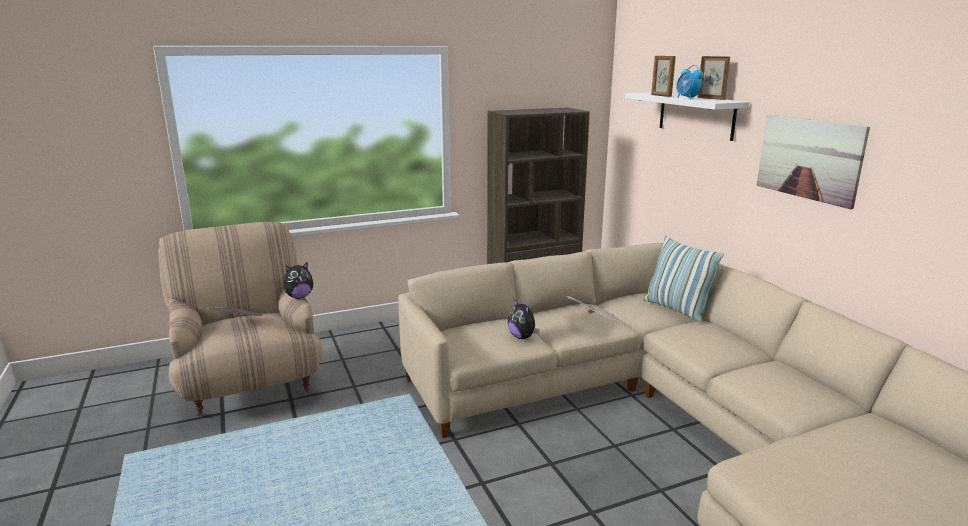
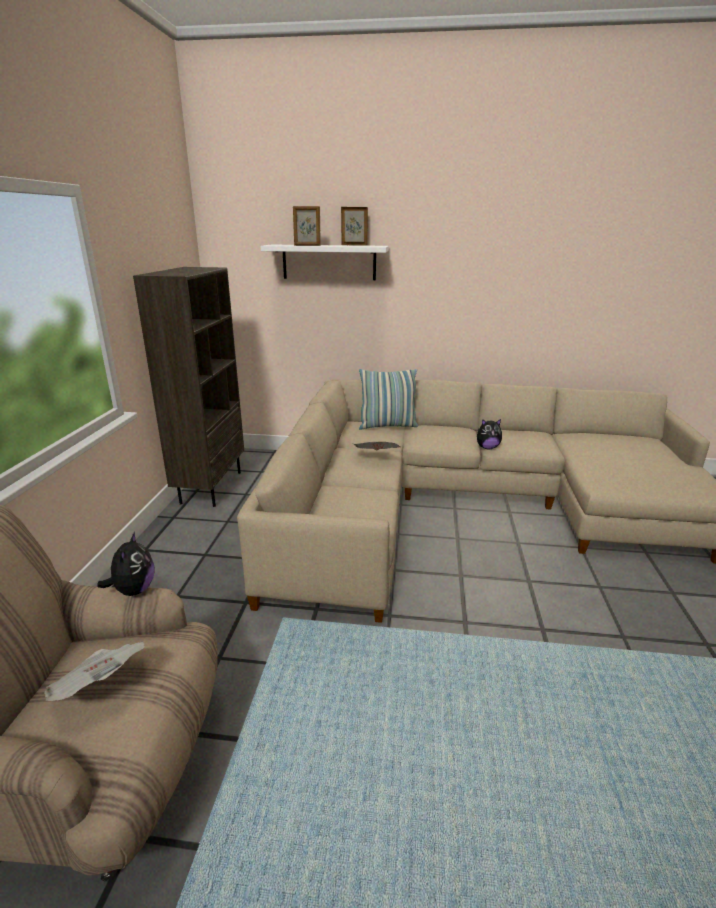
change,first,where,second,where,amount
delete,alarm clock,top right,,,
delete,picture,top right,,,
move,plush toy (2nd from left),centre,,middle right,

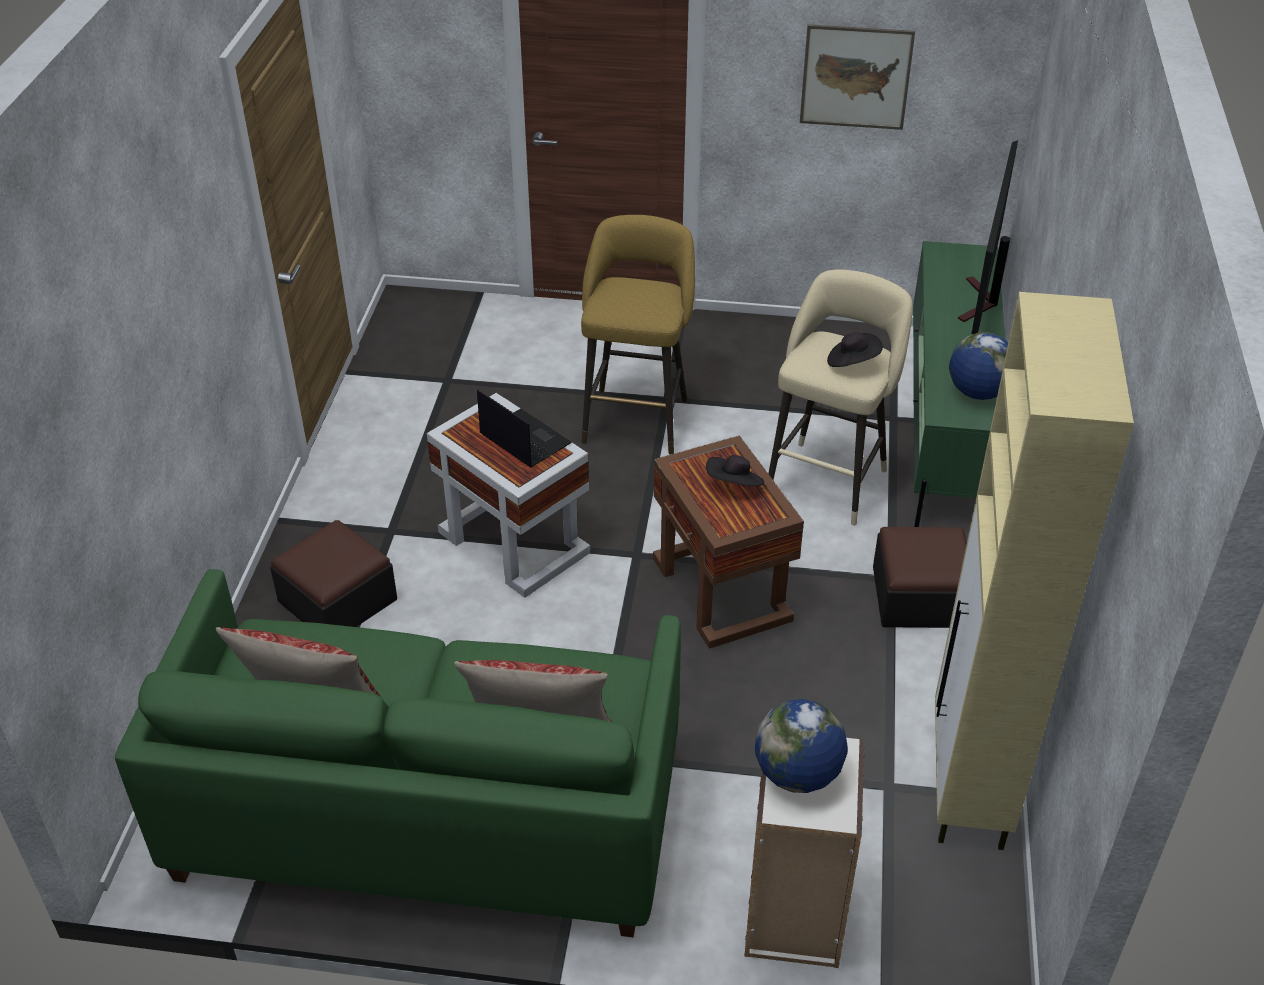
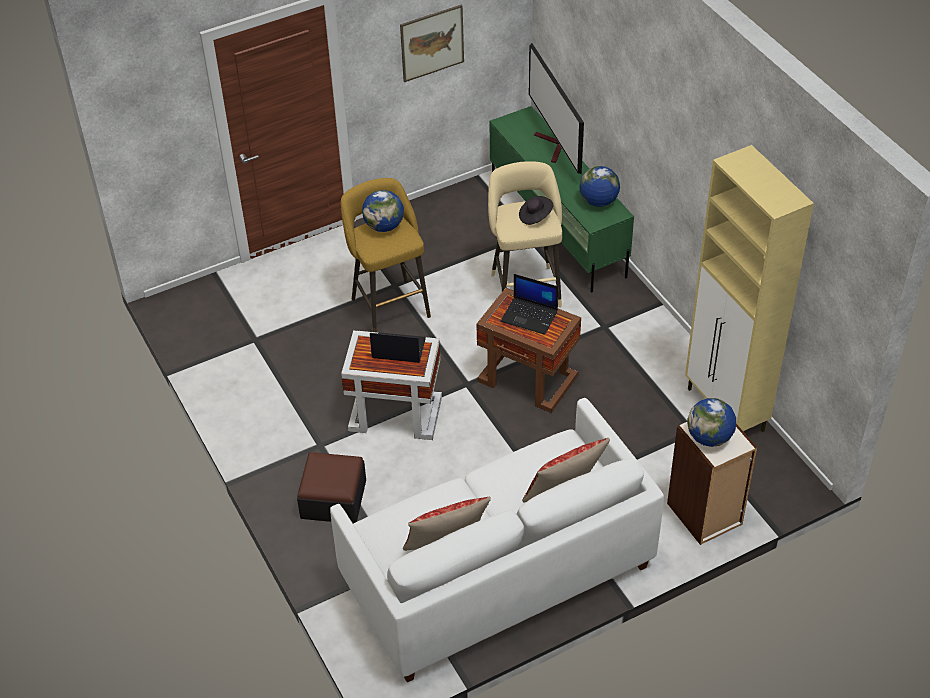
change,first,where,second,where,amount
replace,black hat (1st from left),centre,laptop (2nd from left),centre,
delete,ottoman (2nd from left),middle right,,,
recolor,green sofa,bottom left,white sofa,bottom centre,
insert,,,globe (1st from left),top centre,

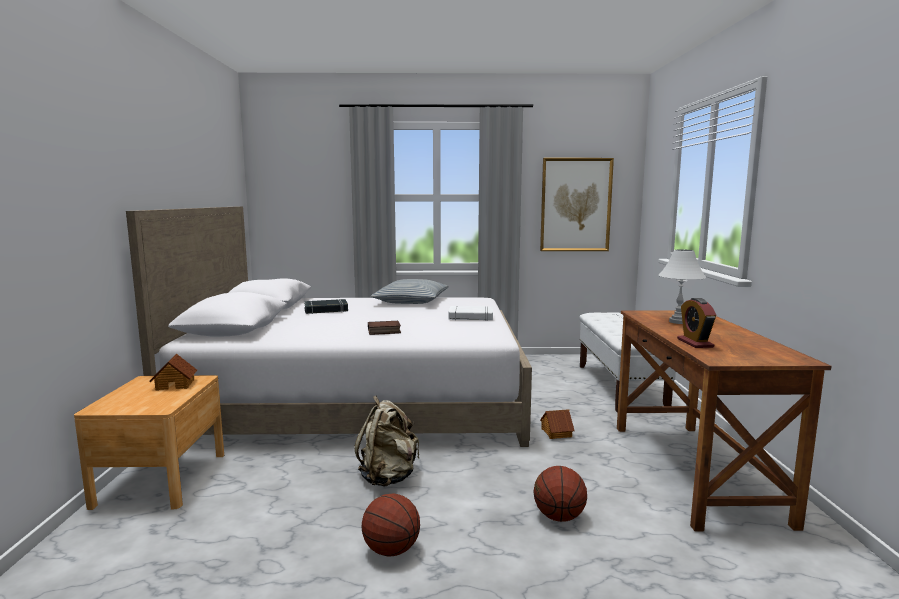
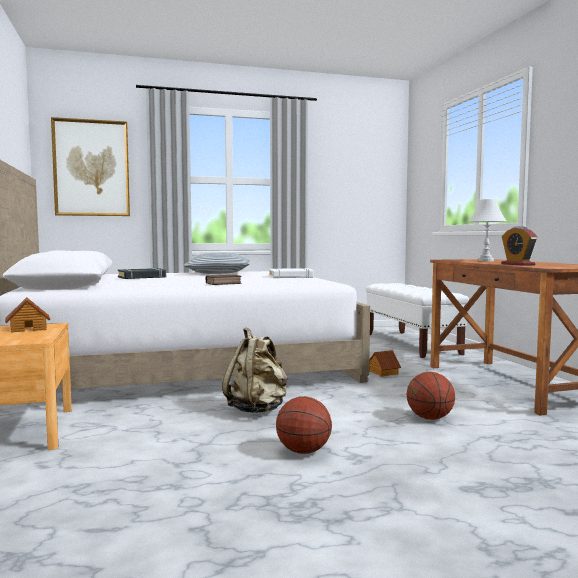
change,first,where,second,where,amount
move,picture,centre,,top left,

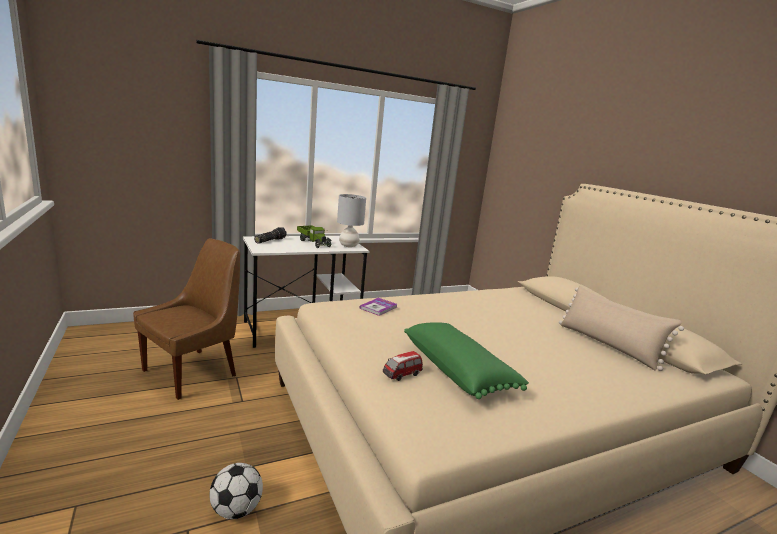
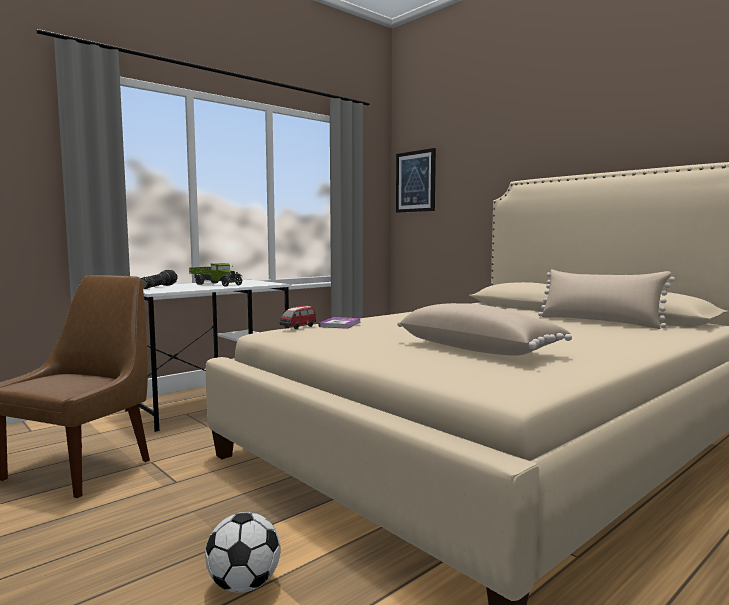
change,first,where,second,where,amount
delete,grey table lamp,centre,,,
recolor,green pillow,bottom centre,beige pillow (1st from left),centre,
move,toy car,bottom centre,,centre,
insert,,,picture,top centre,

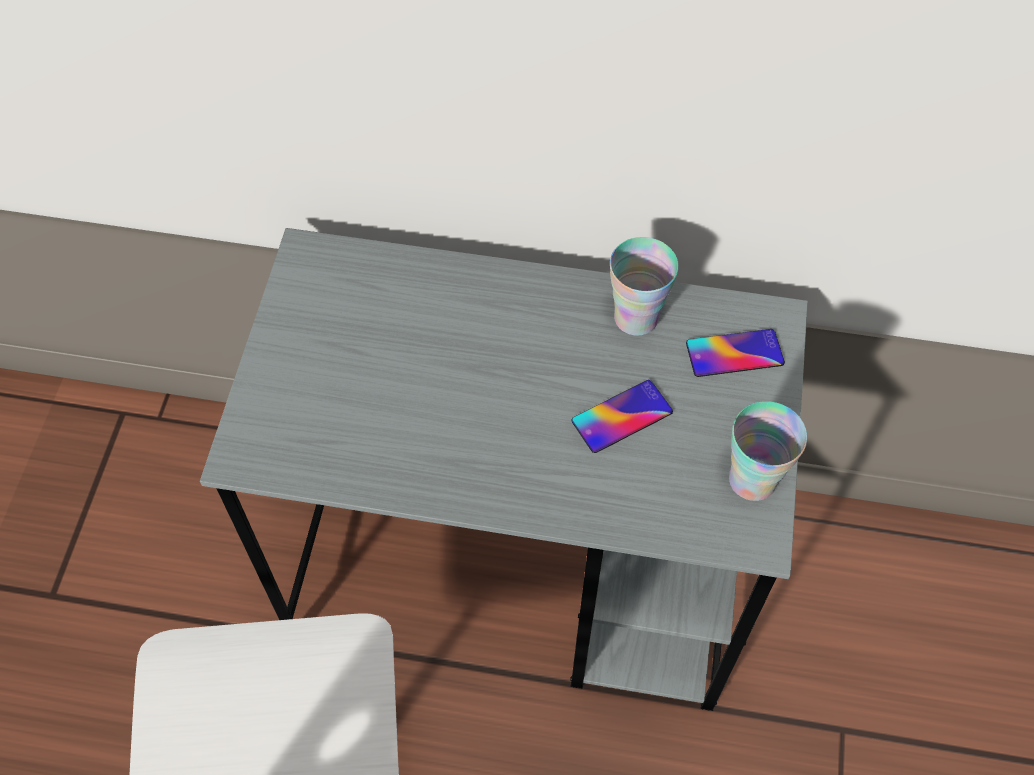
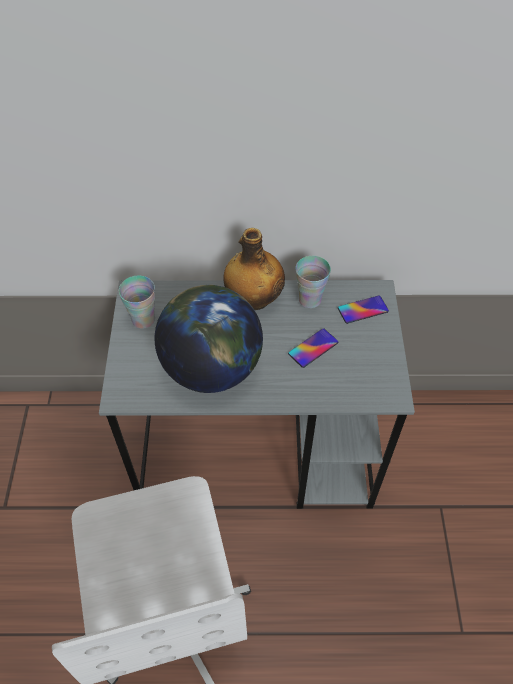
change,first,where,second,where,amount
move,cup (2nd from left in the first image),middle right,cup (1st from left),middle left,
insert,,,bottle,centre,
insert,,,globe,centre,

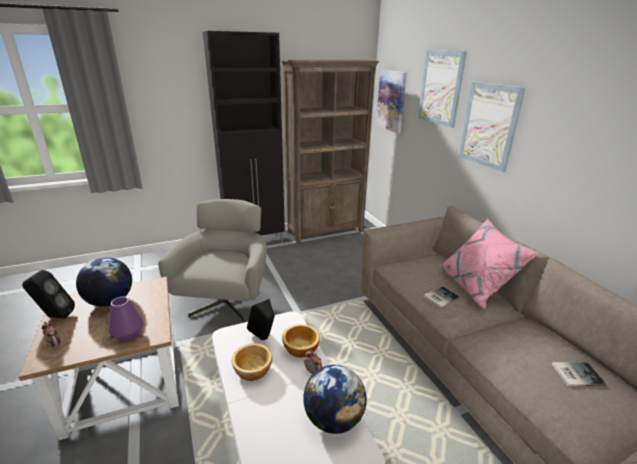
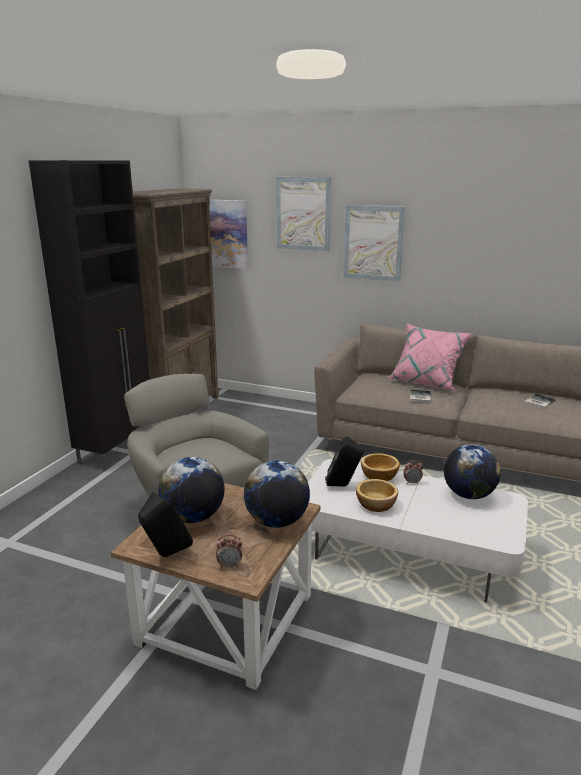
change,first,where,second,where,amount
replace,purple vase,bottom left,globe (2nd from left),centre,

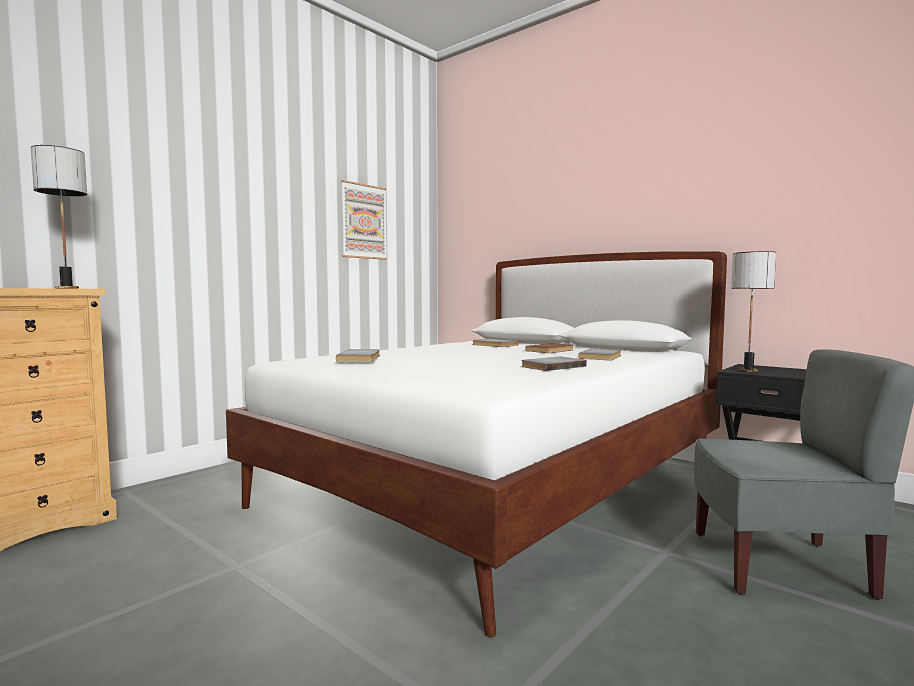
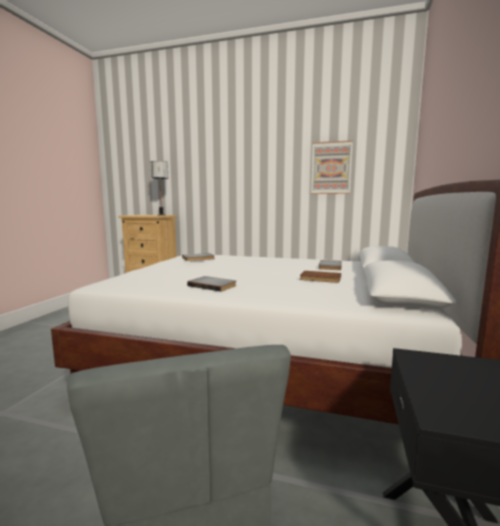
change,first,where,second,where,amount
delete,table lamp (2nd from left),middle right,,,
delete,grey book (4th from left),centre,,,

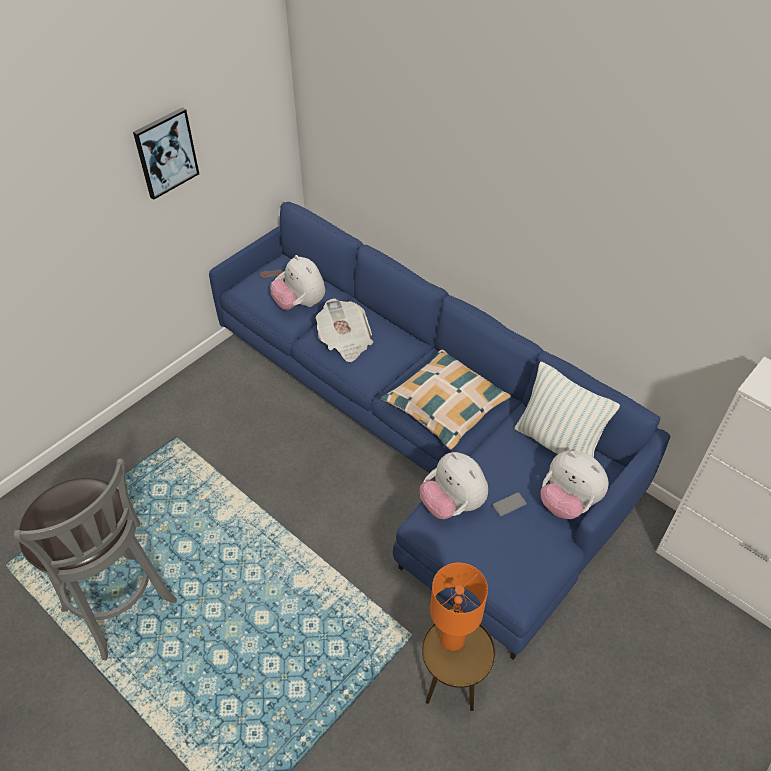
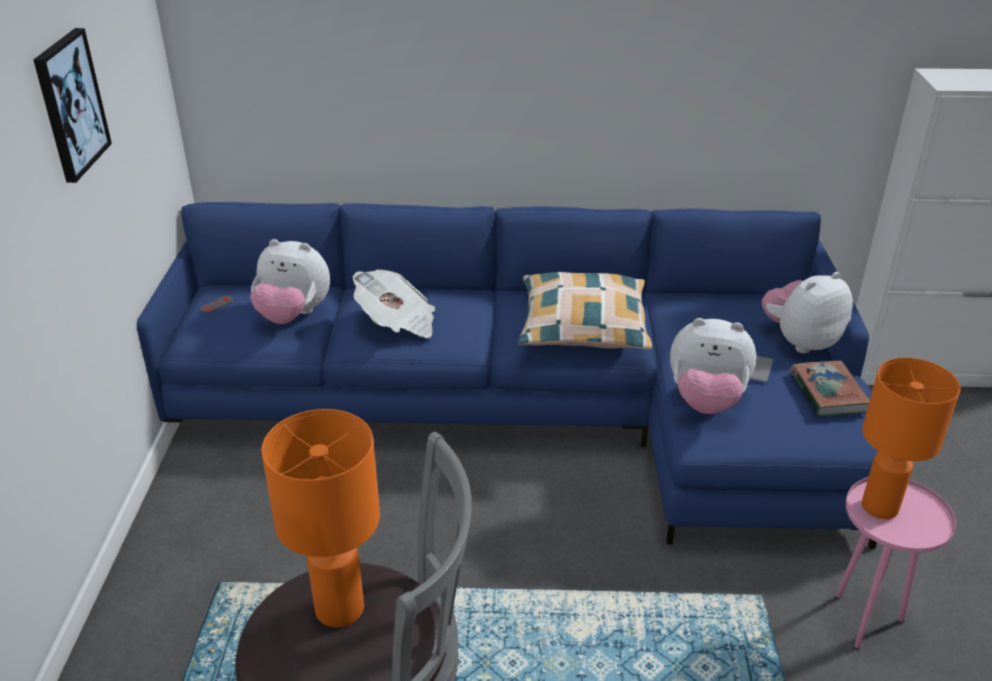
change,first,where,second,where,amount
delete,pillow (2nd from left),middle right,,,
rotate,plush toy (3rd from left),middle right,,middle right,150 degrees clockwise
recolor,brown side table,bottom centre,pink side table,bottom right,
insert,,,book,middle right,
insert,,,orange table lamp (1st from left),bottom left,

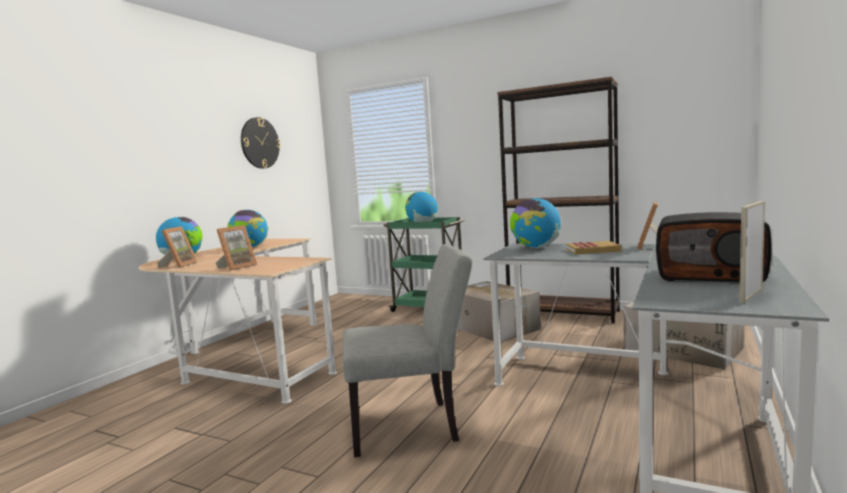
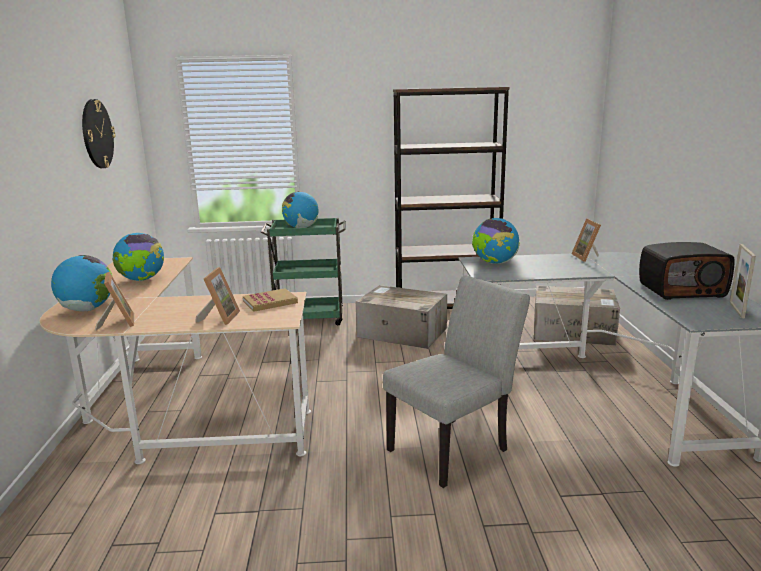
change,first,where,second,where,amount
move,book,middle right,,centre,

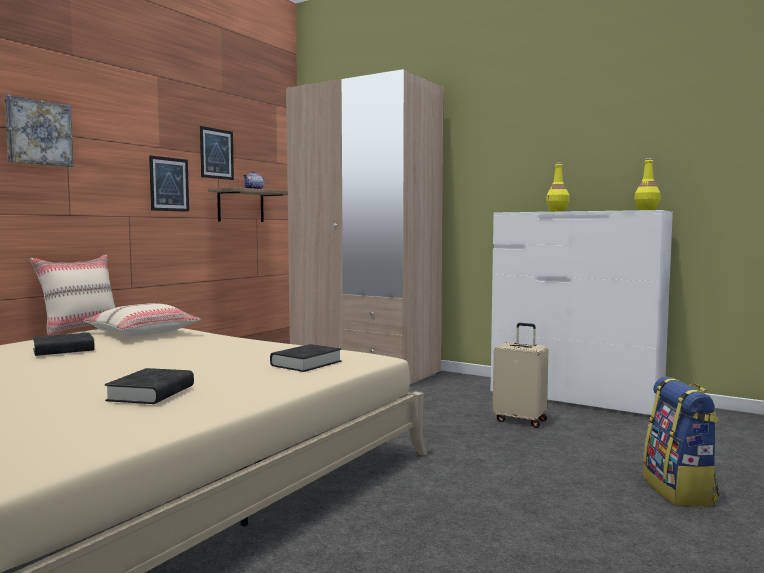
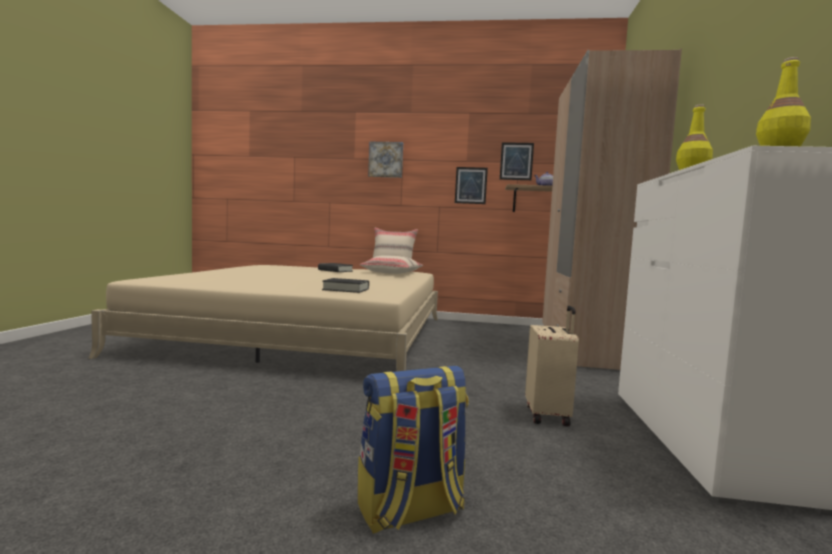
change,first,where,second,where,amount
delete,black book (2nd from left),bottom left,,,

